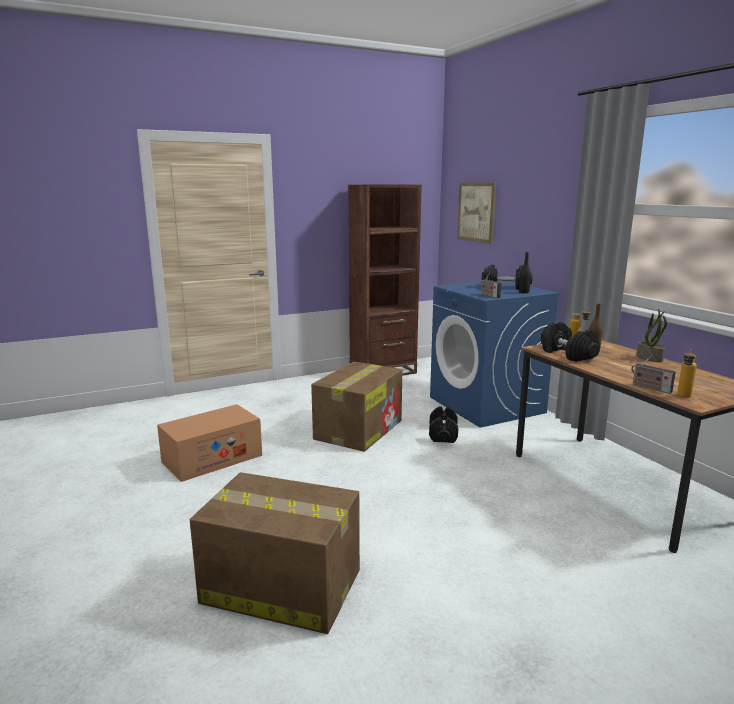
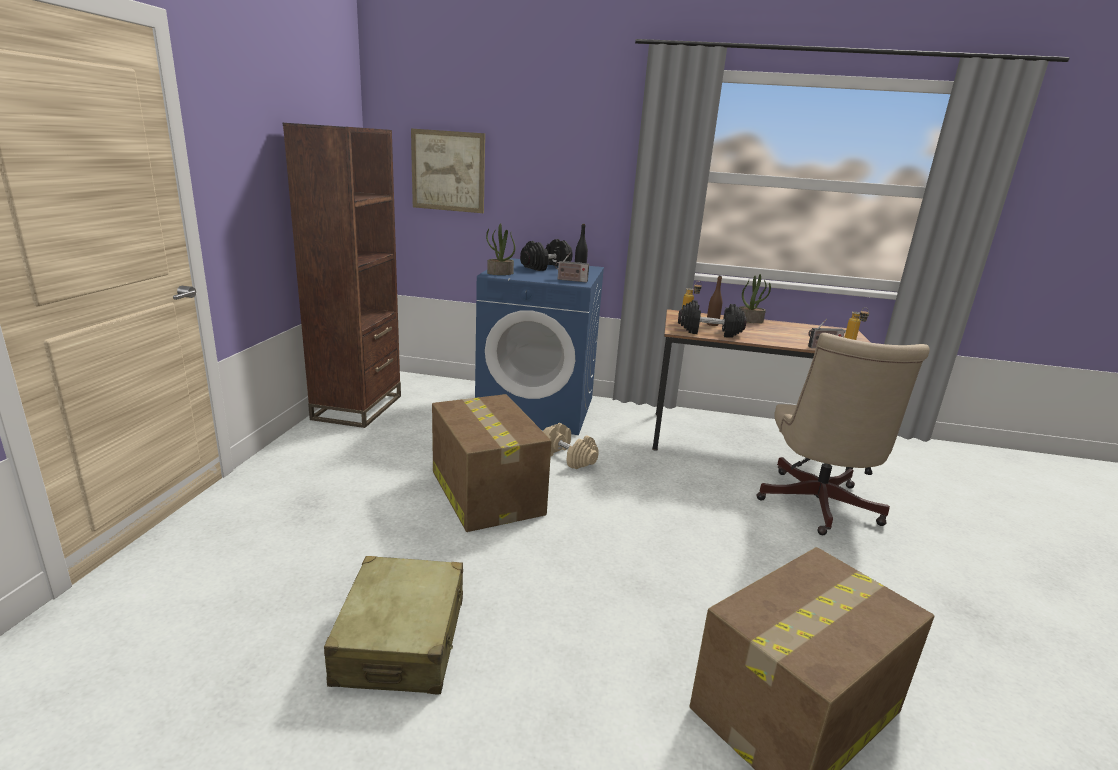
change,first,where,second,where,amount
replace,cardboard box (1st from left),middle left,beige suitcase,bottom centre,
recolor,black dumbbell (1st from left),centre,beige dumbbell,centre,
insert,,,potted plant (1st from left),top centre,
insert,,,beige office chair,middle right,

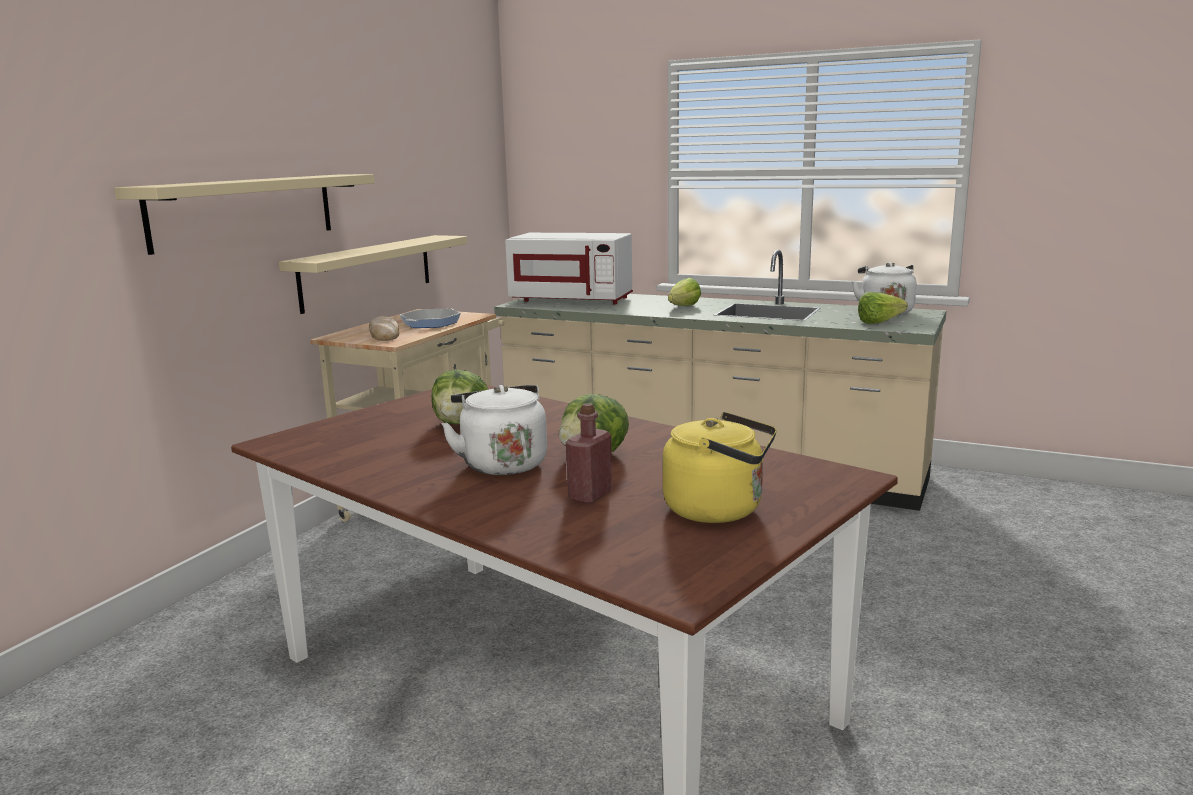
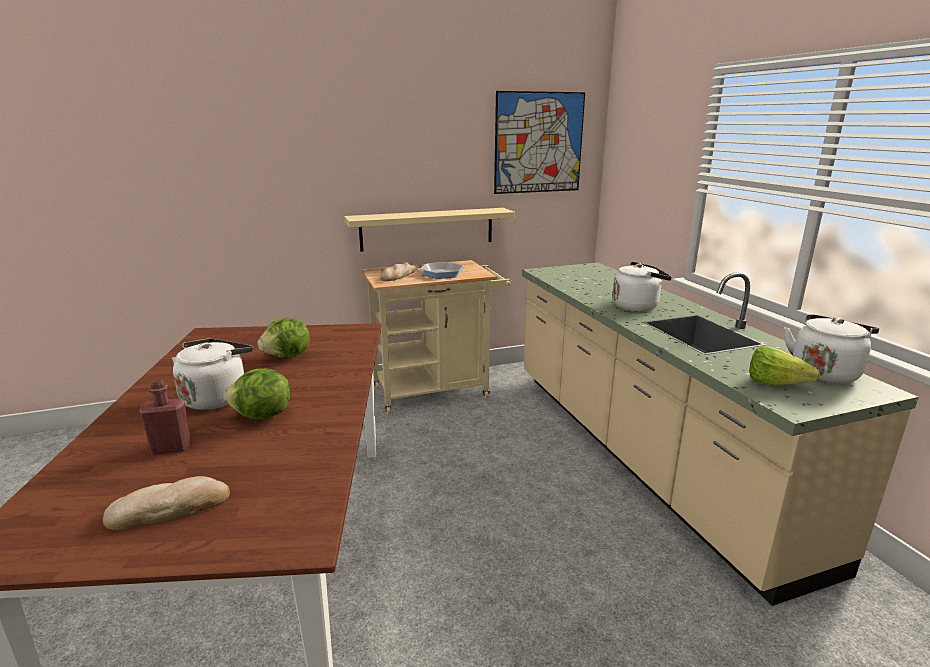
change,first,where,second,where,amount
delete,beige shelf (1st from left),top left,,,
delete,white microwave,centre,,,
replace,lettuce (3rd from left),centre,white kettle (2nd from left),middle right,
replace,yellow kettle,centre,bread (1st from left),bottom left,
insert,,,picture,top centre,

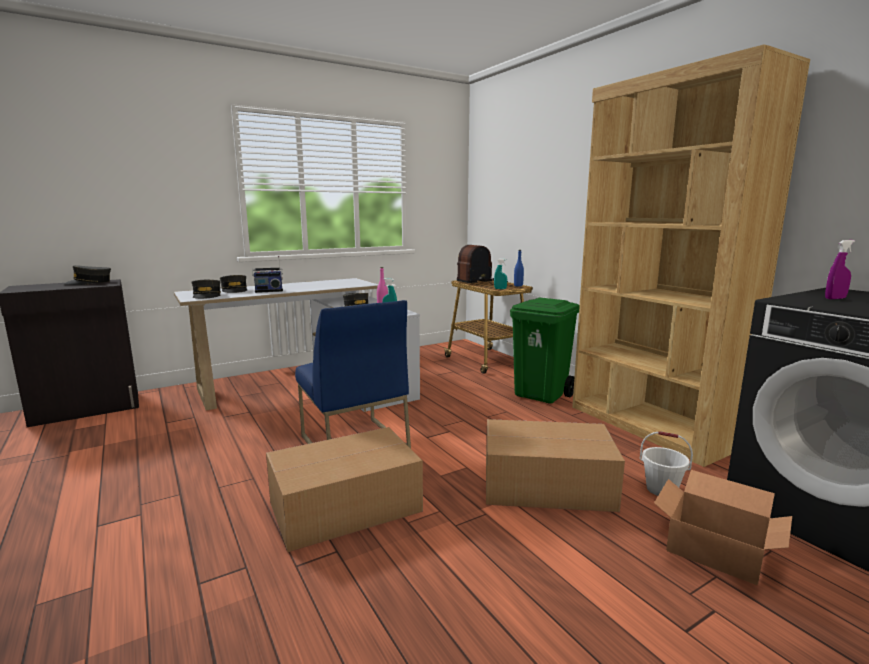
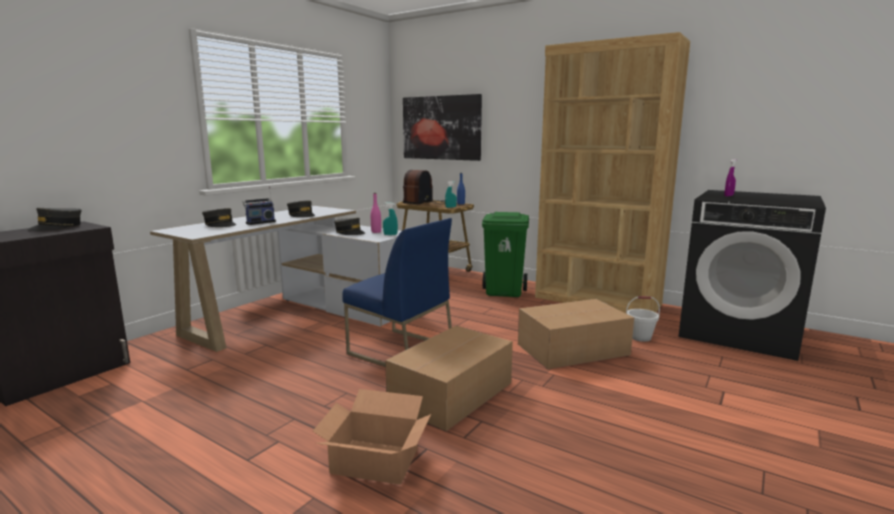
change,first,where,second,where,amount
move,grey cap (2nd from left in the first image),middle left,grey cap (3rd from left),centre,
move,cardboard box (3rd from left in the first image),bottom right,cardboard box (1st from left),bottom centre,
insert,,,picture,top centre,

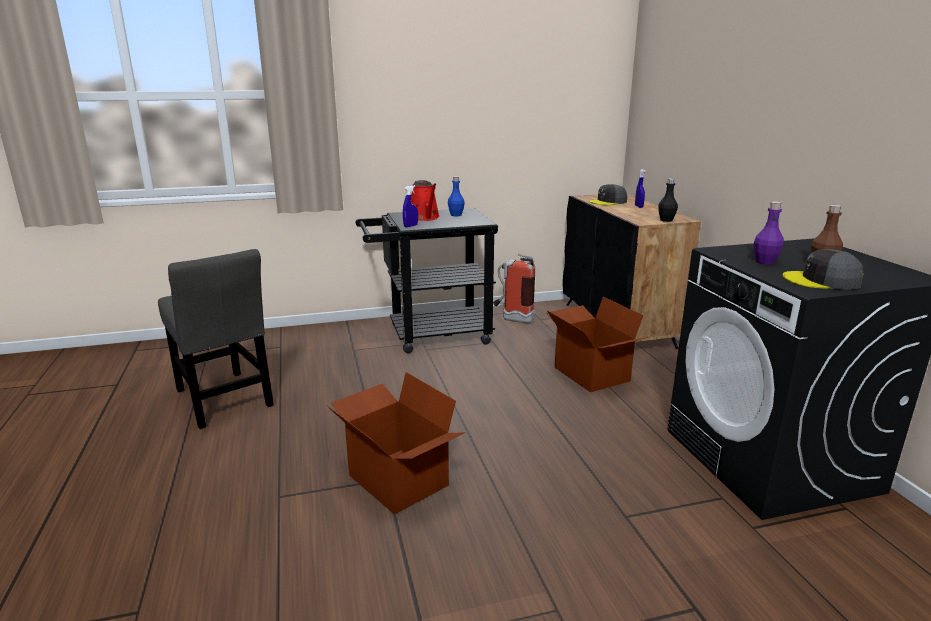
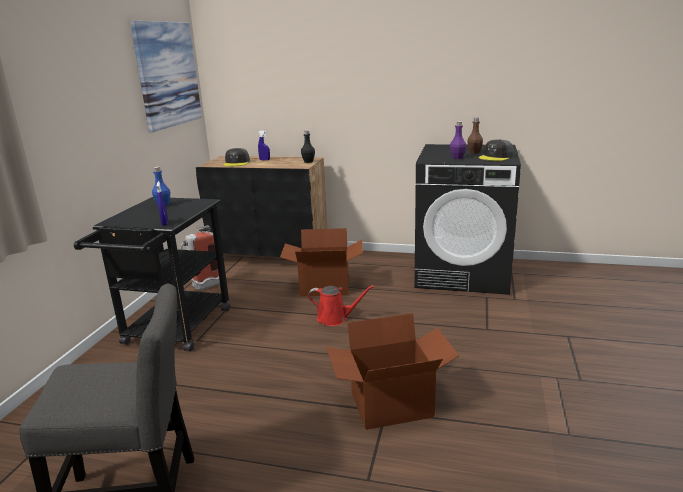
change,first,where,second,where,amount
move,red watering can,top centre,,centre,
insert,,,picture,top left,

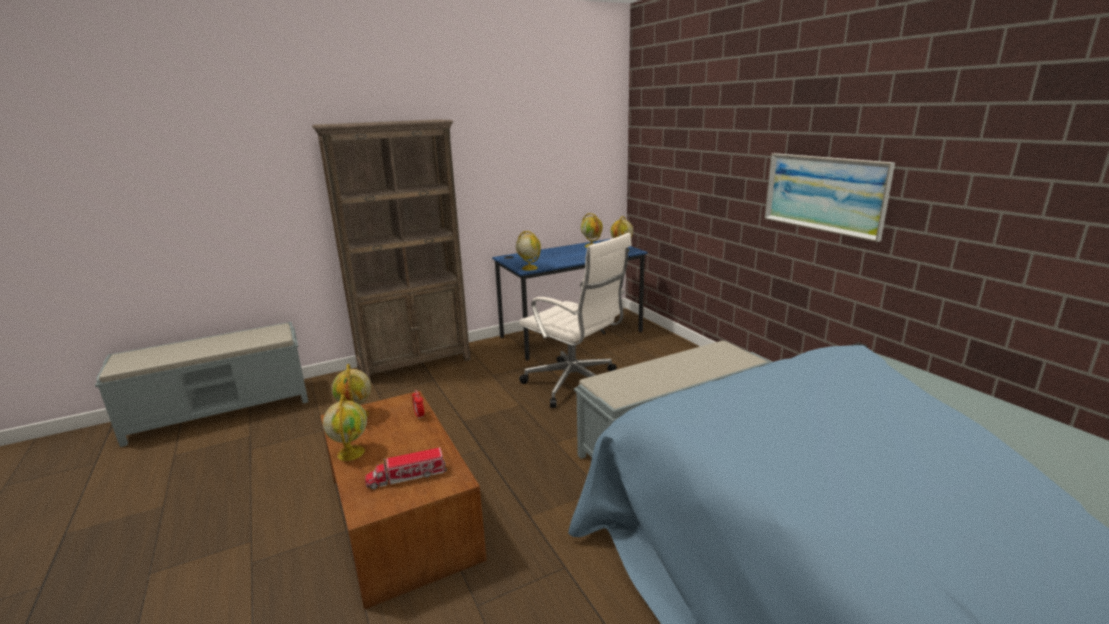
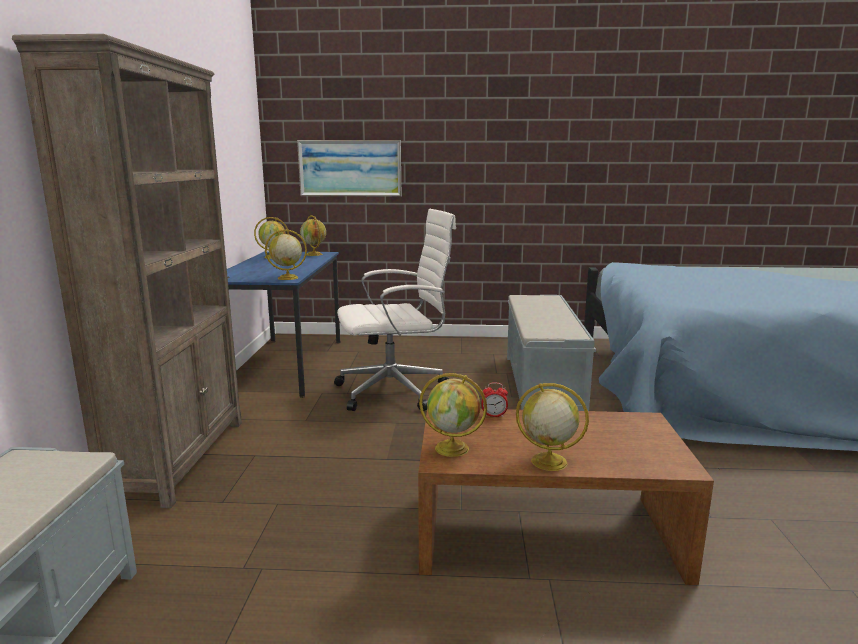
change,first,where,second,where,amount
move,picture,top right,,top centre,
delete,toy truck,bottom centre,,,

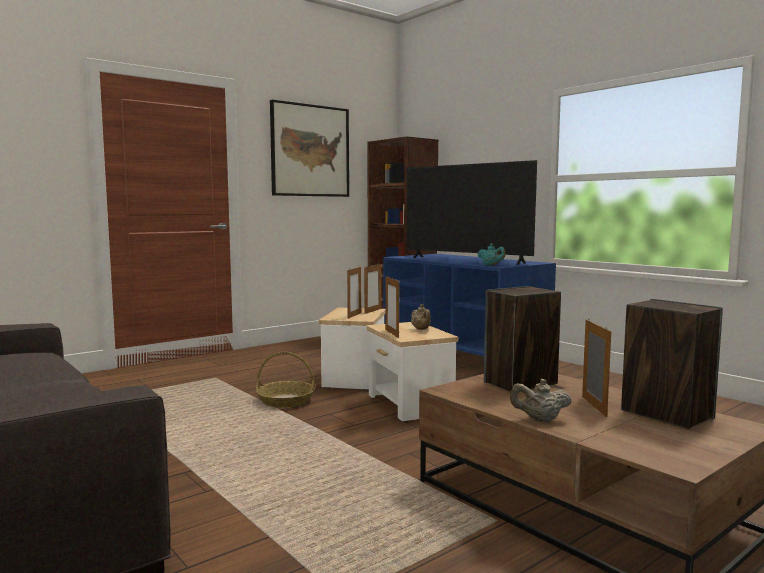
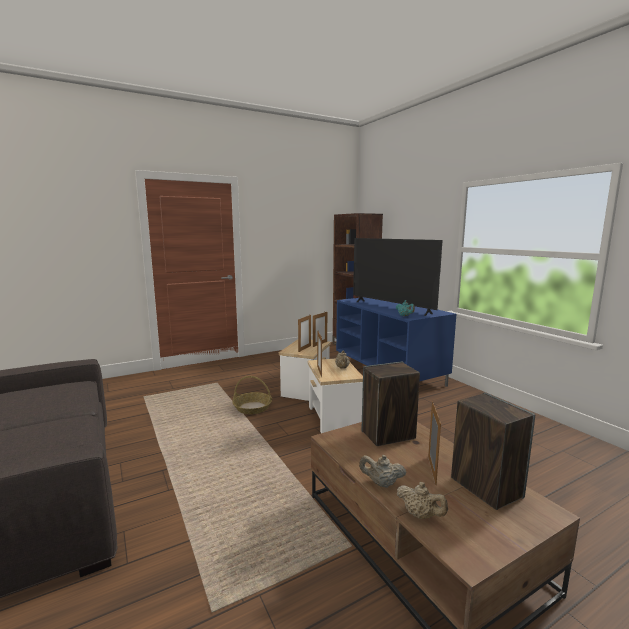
change,first,where,second,where,amount
delete,picture,top centre,,,
insert,,,beige teapot (3rd from left),bottom right,

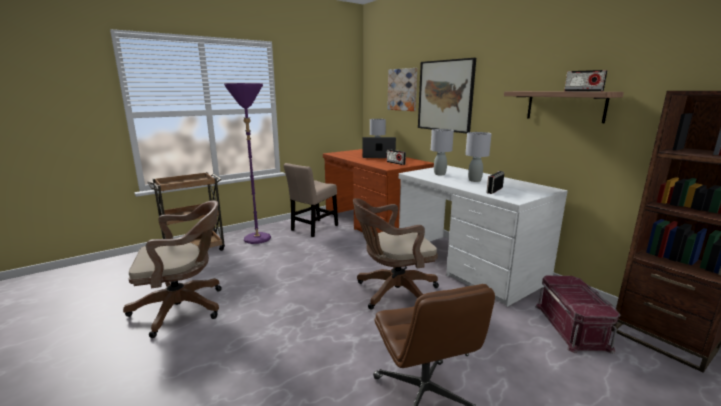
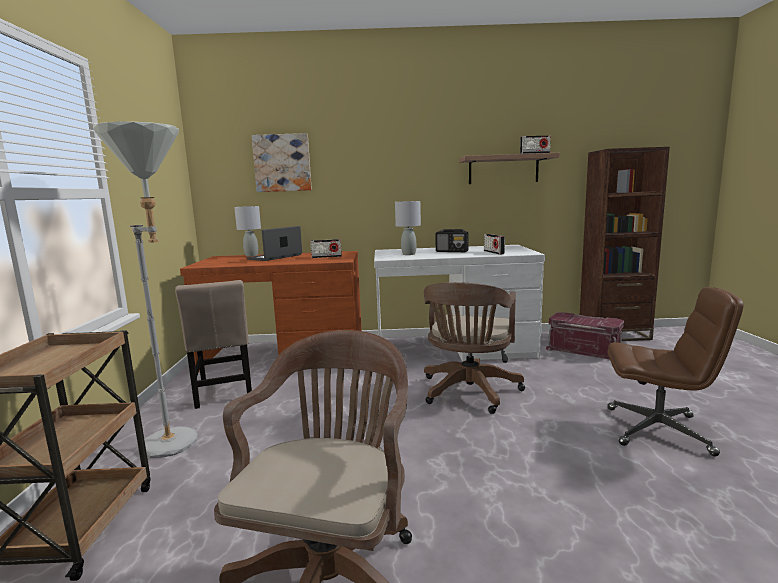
change,first,where,second,where,amount
delete,picture (2nd from left),top centre,,,
recolor,purple floor lamp,centre,grey floor lamp,middle left,
replace,grey table lamp (3rd from left),centre,radio (2nd from left),centre,

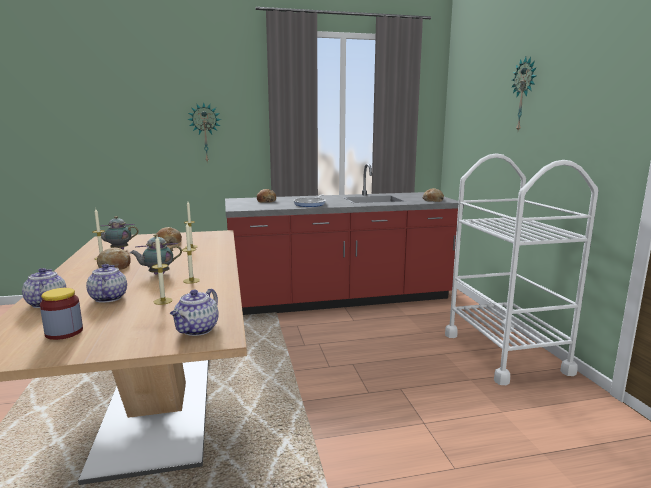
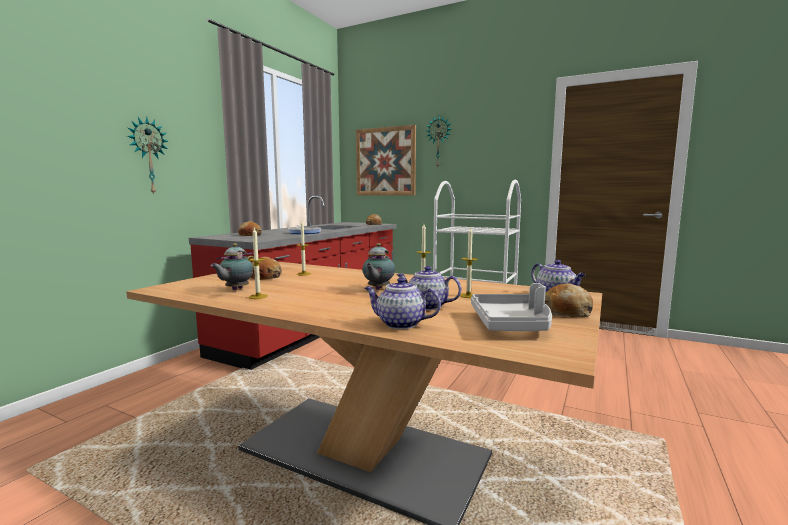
change,first,where,second,where,amount
move,bread (1st from left in the first image),middle left,bread (4th from left),middle right,
replace,jar,middle left,grey tray,centre,
insert,,,picture,top centre,

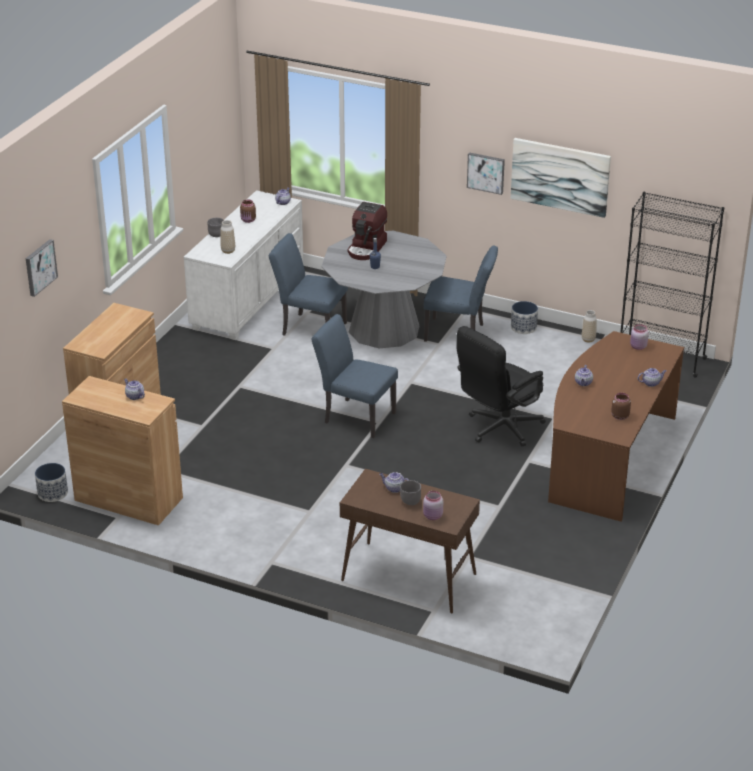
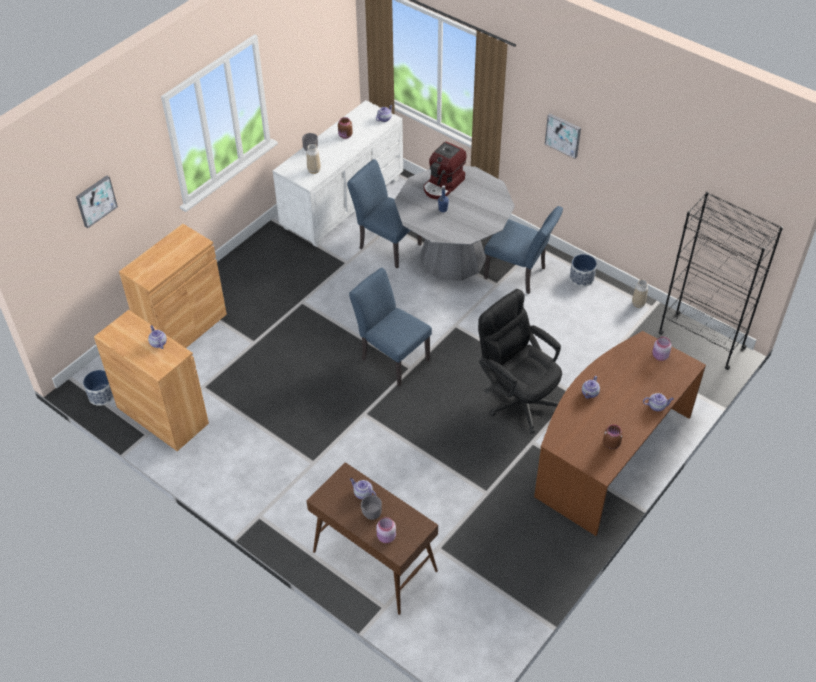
change,first,where,second,where,amount
delete,picture (3rd from left),top right,,,
rotate,black office chair,centre,,centre,75 degrees clockwise

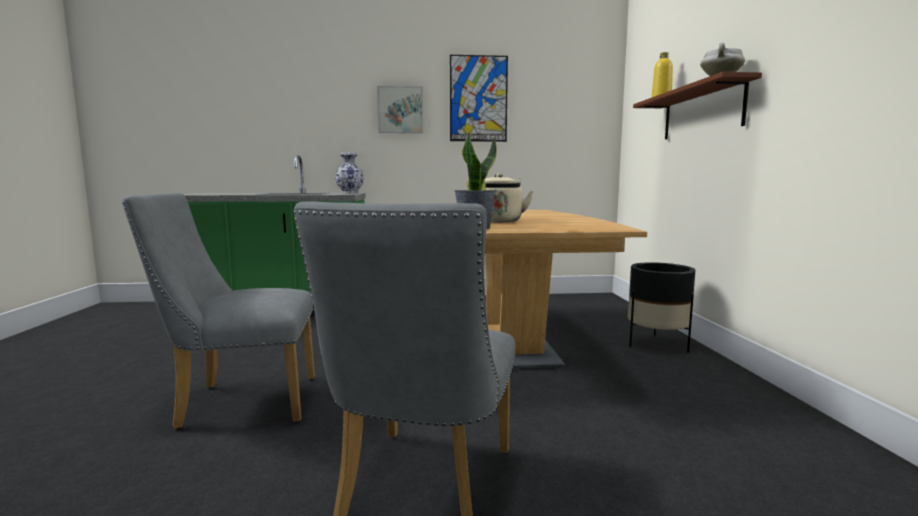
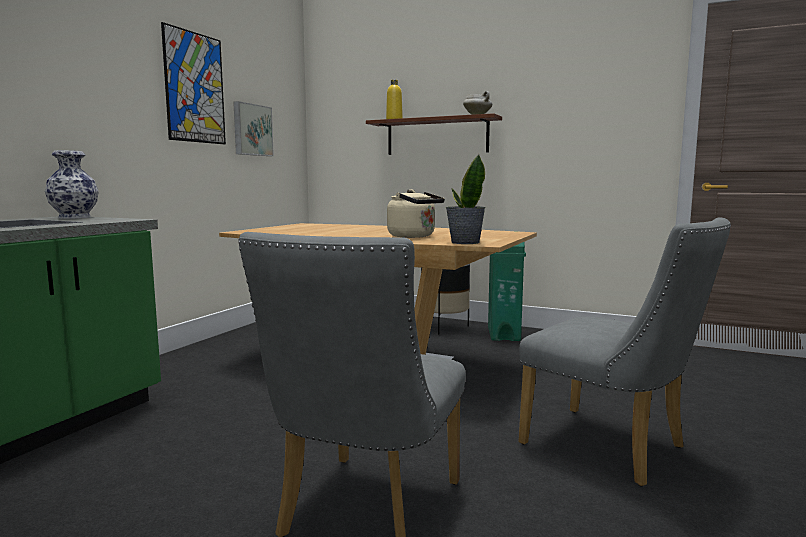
change,first,where,second,where,amount
move,picture (1st from left in the first image),top centre,picture (2nd from left),top left,
insert,,,green trash can,centre,

